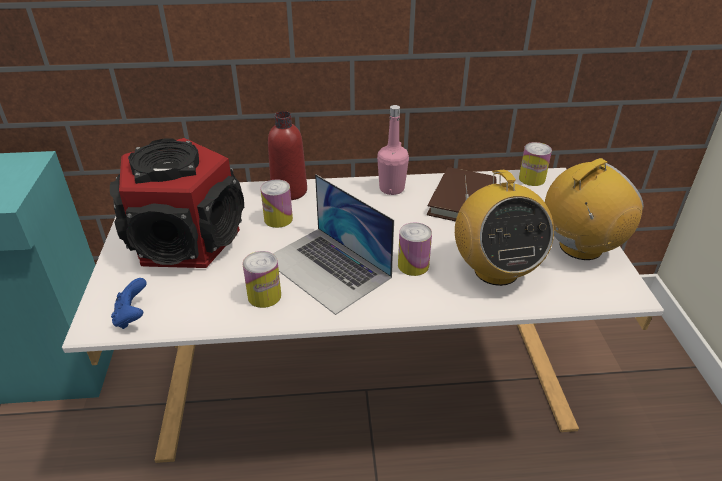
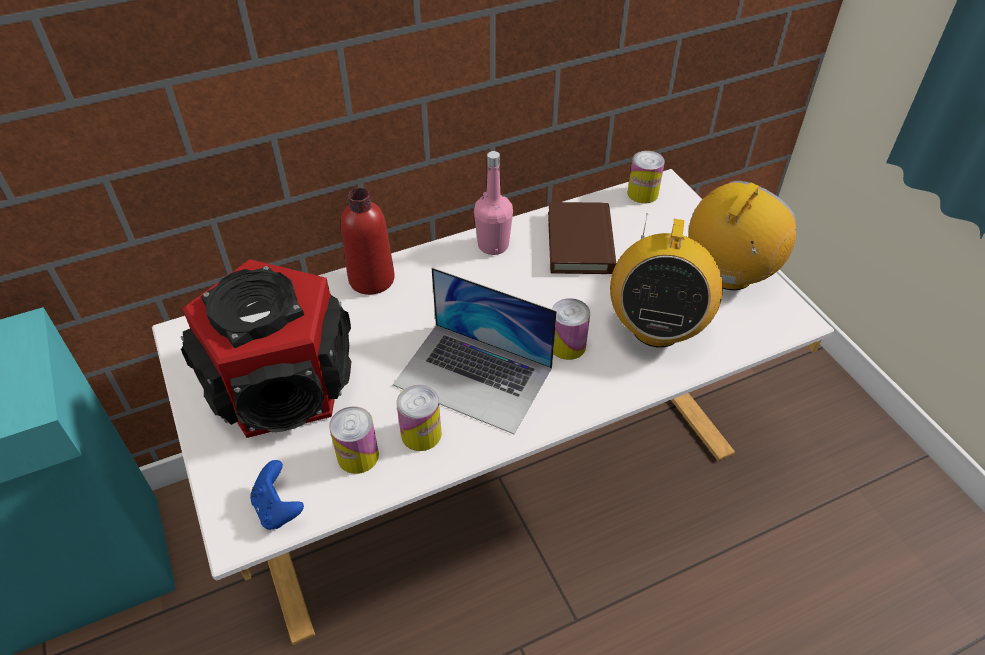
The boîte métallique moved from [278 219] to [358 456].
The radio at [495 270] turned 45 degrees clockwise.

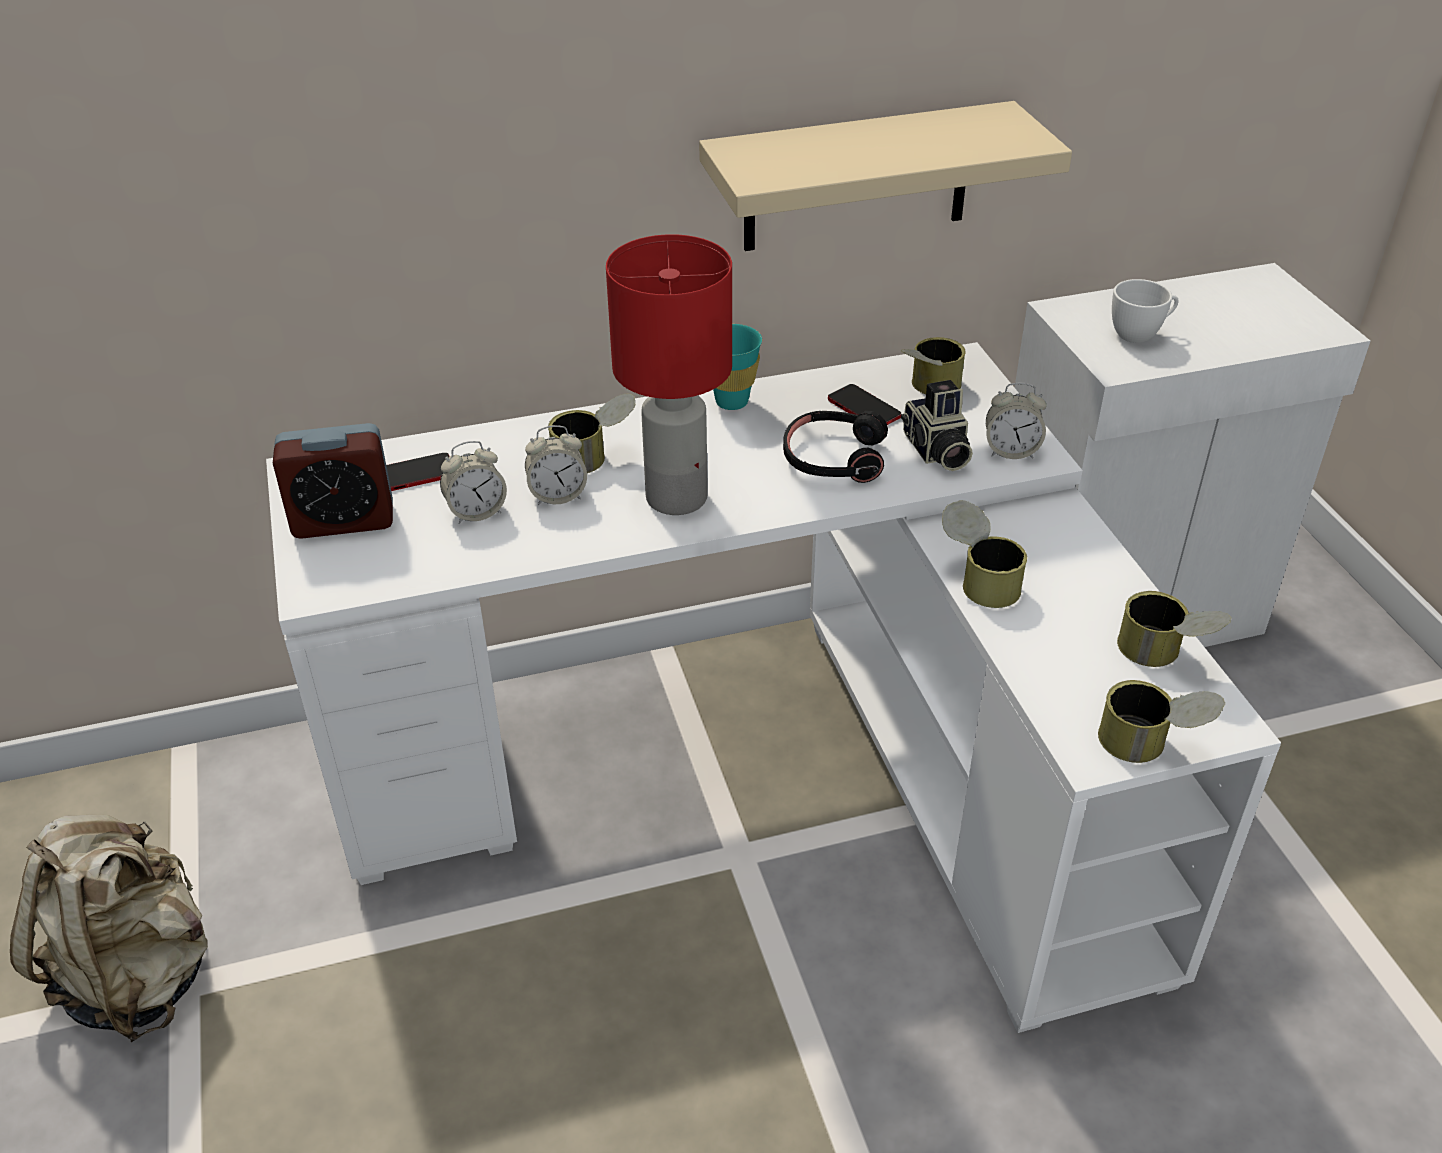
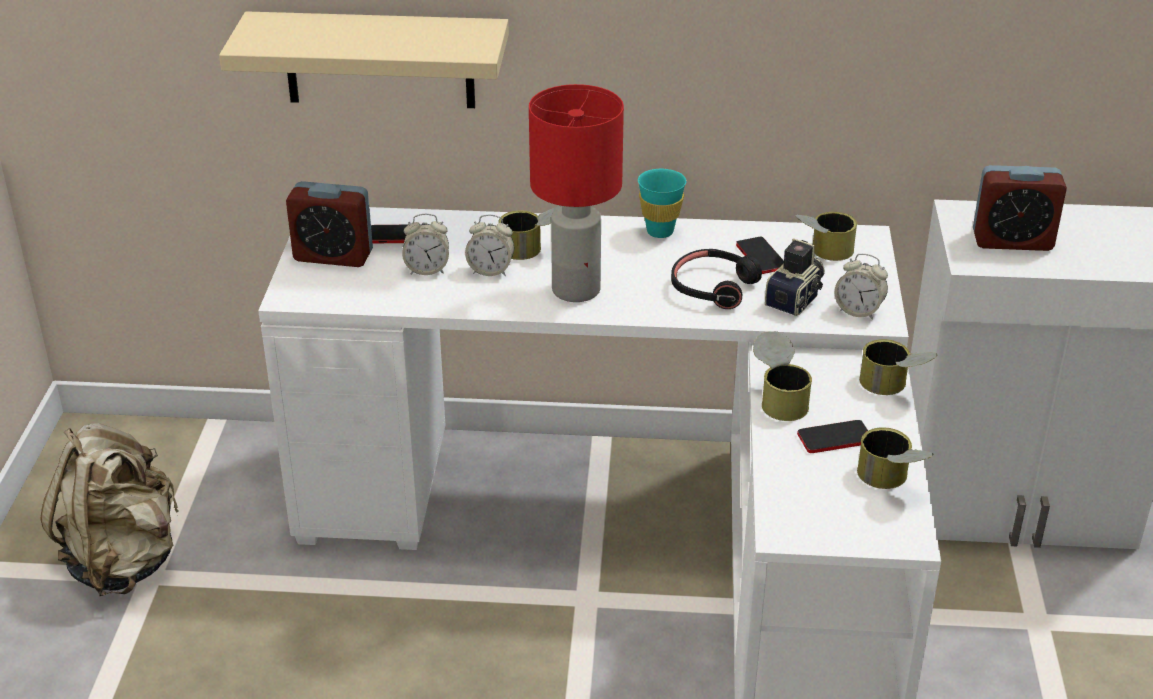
The étagère [beige] moved from [857 178] to [379 60].
The appareil photo at [935 451] turned 150 degrees counterclockwise.
The téléphone at [834 438] appeared.
The boîte métallique moved from [1151 745] to [894 388].
The tasse [blanc] at [1140 334] was replaced by the réveil at [1012 241].

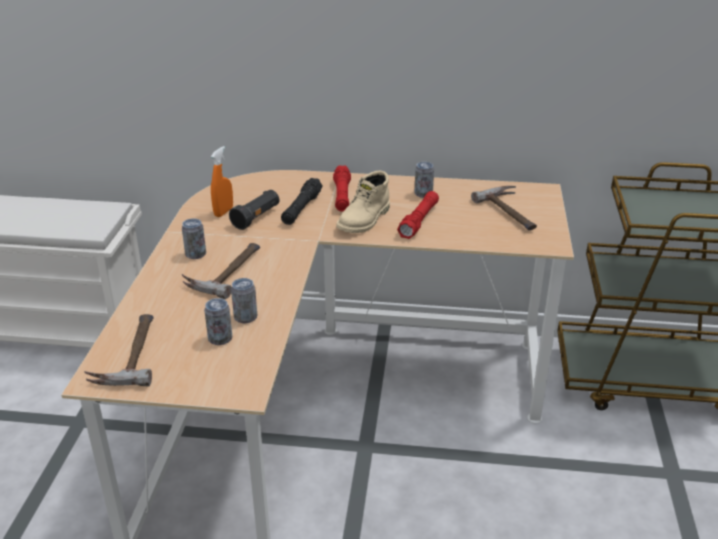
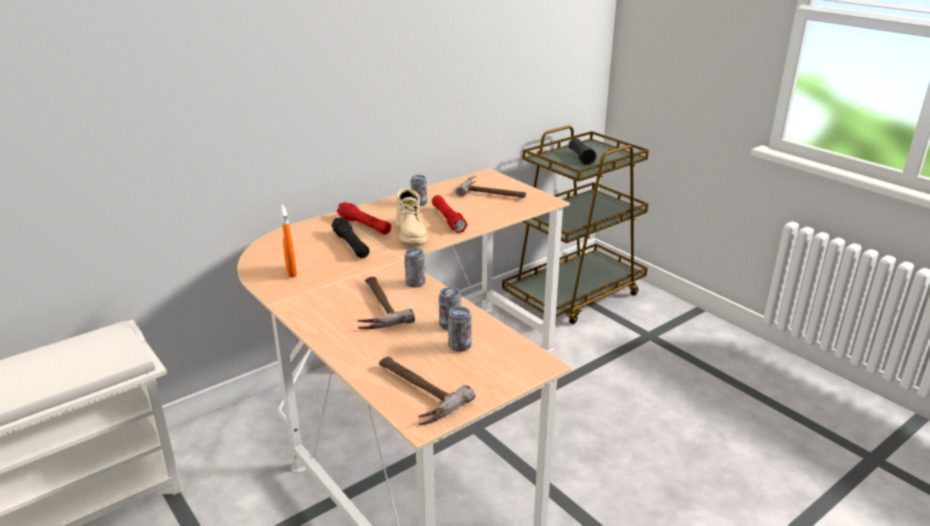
The boîte métallique moved from [195 254] to [415 283].
The lampe de poche [noir] moved from [256 218] to [580 158].

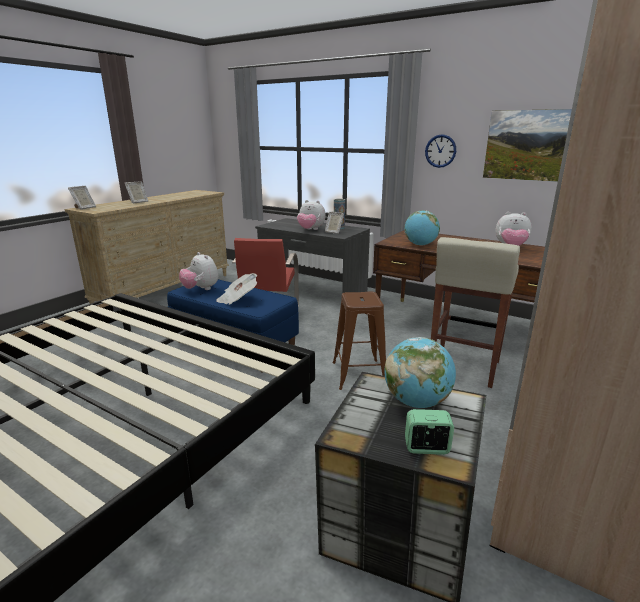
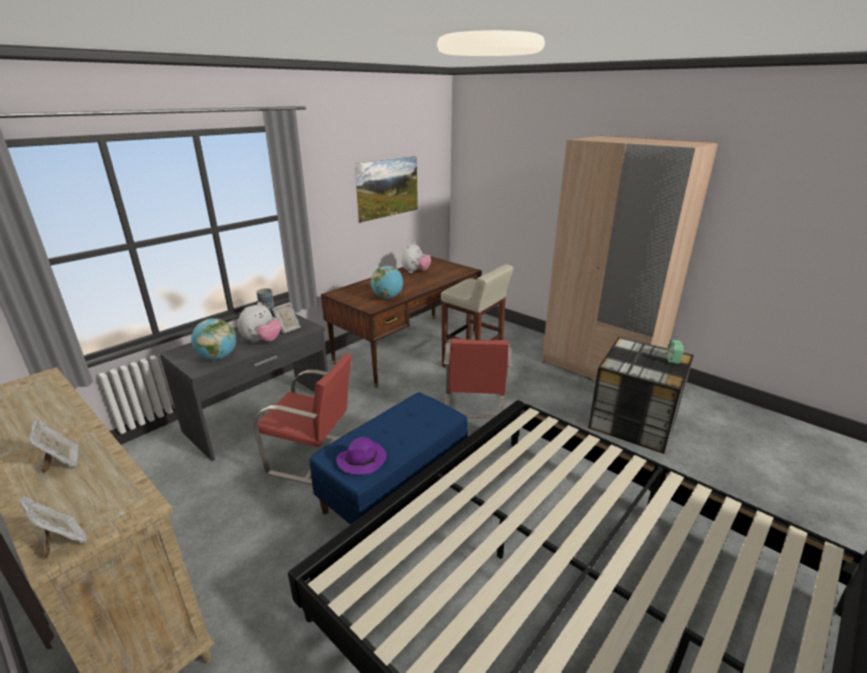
The globe moved from [416 402] to [218 357].
The peluche at [201 289] was replaced by the chapeau [violet] at [362 460].
The tabouret [marron] at [359 374] was replaced by the chaise [rouge] at [474 411].
The journal at [237 299] disappeared.
The horloge murale at [440 151] disappeared.

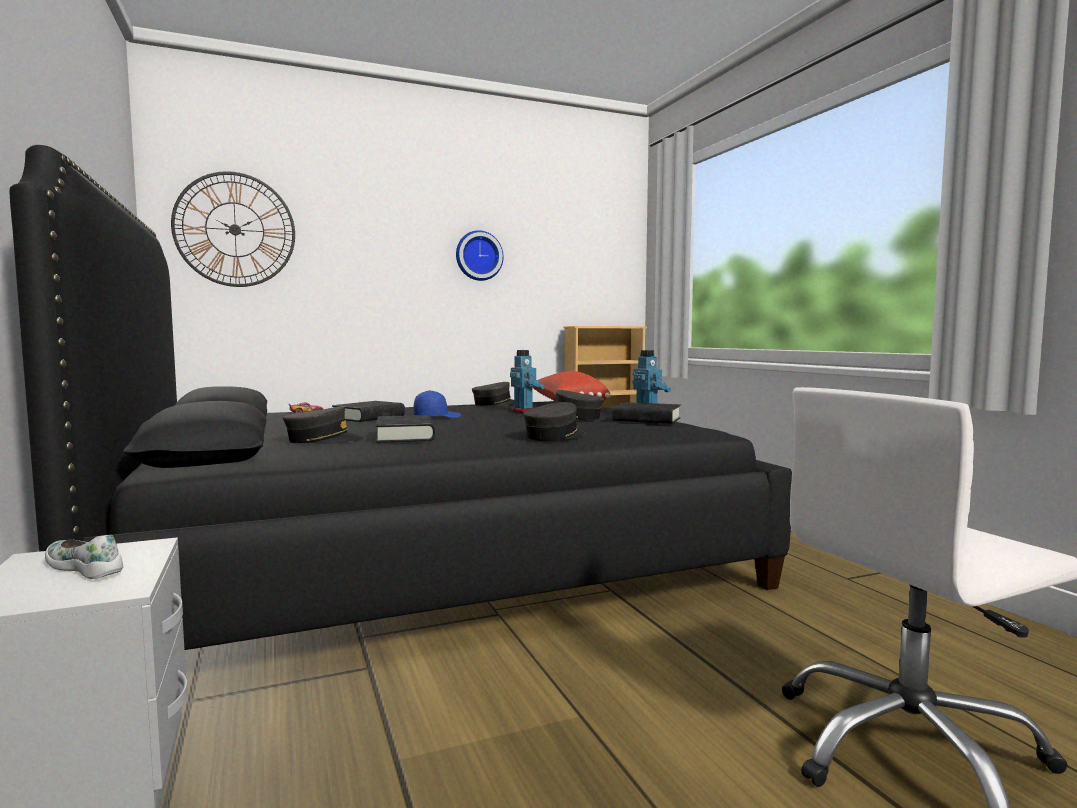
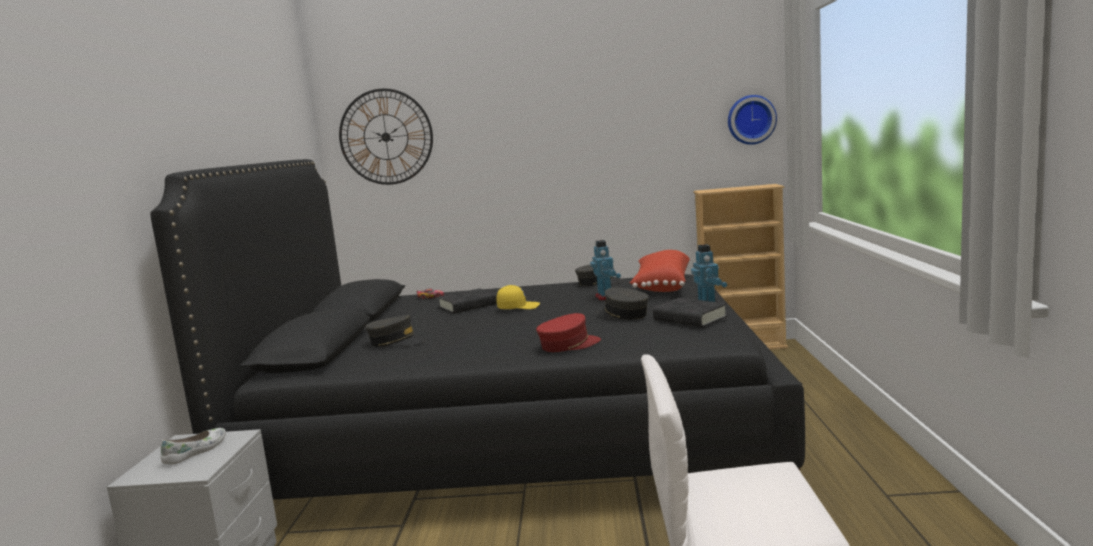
The chaussure [blanc] at [85 567] turned 60 degrees clockwise.
The casquette [bleu] at [437 417] became the casquette [jaune] at [518 307].
The casquette [gris] at [554 436] became the casquette [rouge] at [568 345].
The horloge murale moved from [478 256] to [751 119].
The livre [noir] at [405 436] disappeared.

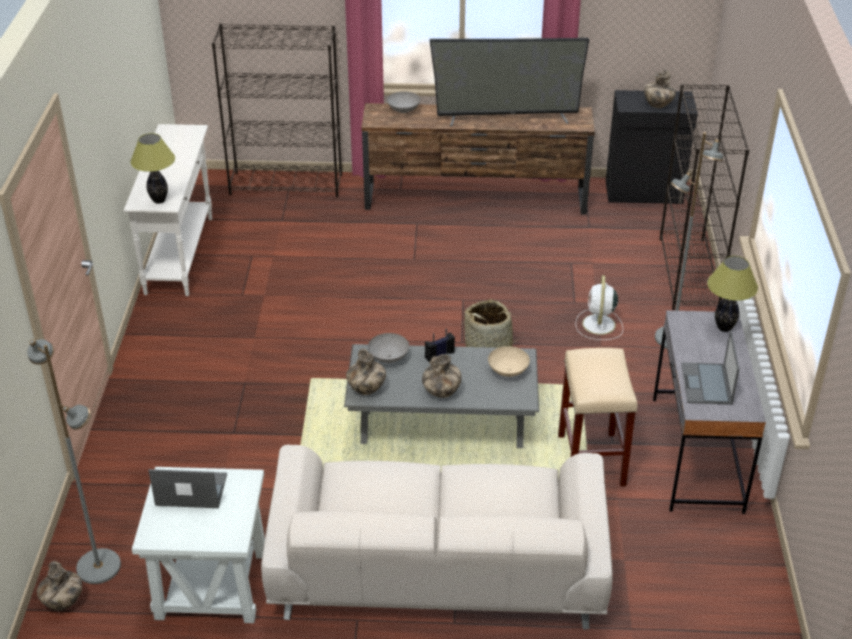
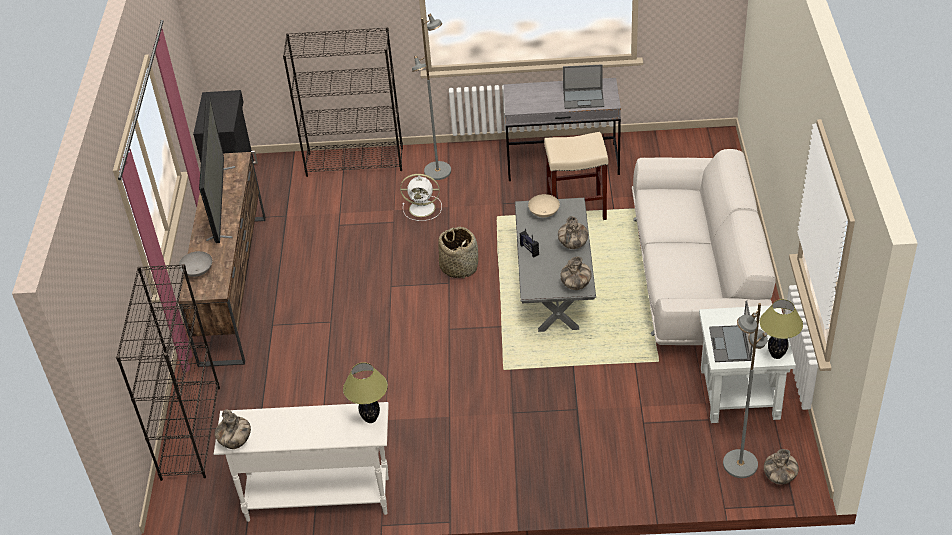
The vase moved from [657 105] to [235 442].
The lampe de table moved from [724 328] to [776 355].
The bol [gris] at [389 357] disappeared.

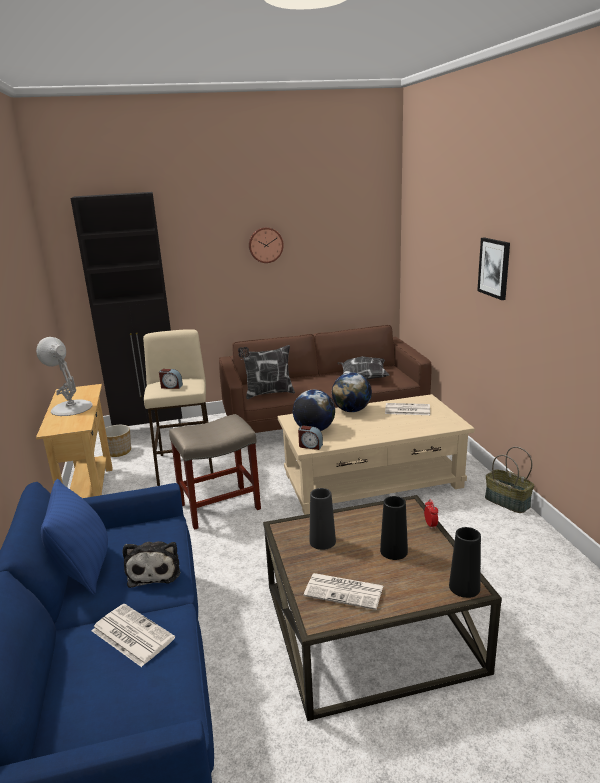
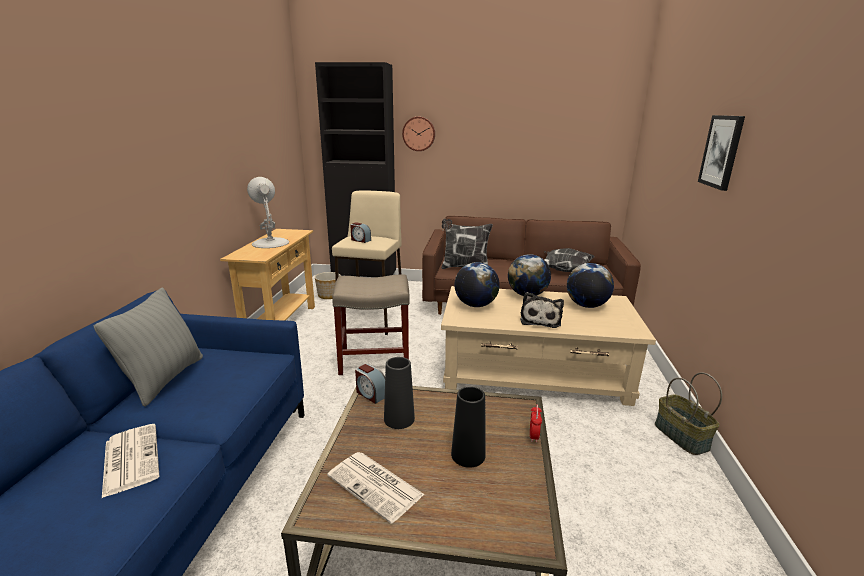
The coussin [bleu] at [84 568] became the coussin [gris] at [164 379].
The réveil moved from [310 446] to [371 394].
The horloge murale moved from [265 245] to [419 133].
The peluche moved from [155 570] to [540 320].
The journal at [406 410] was replaced by the globe at [586 305].
The vase [noir] at [464 587] disappeared.

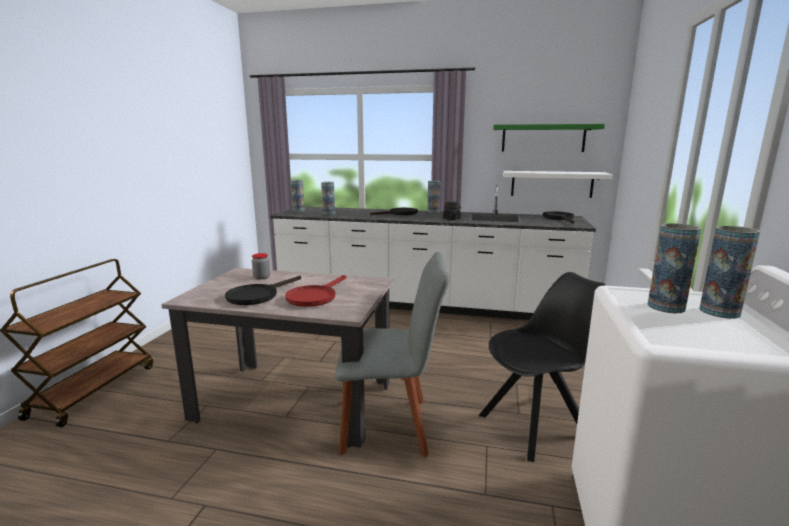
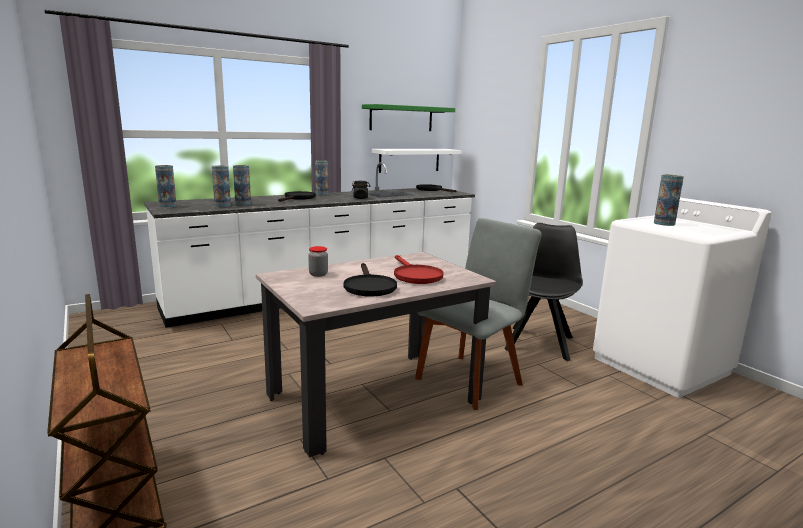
The vase moved from [719 312] to [243 204].

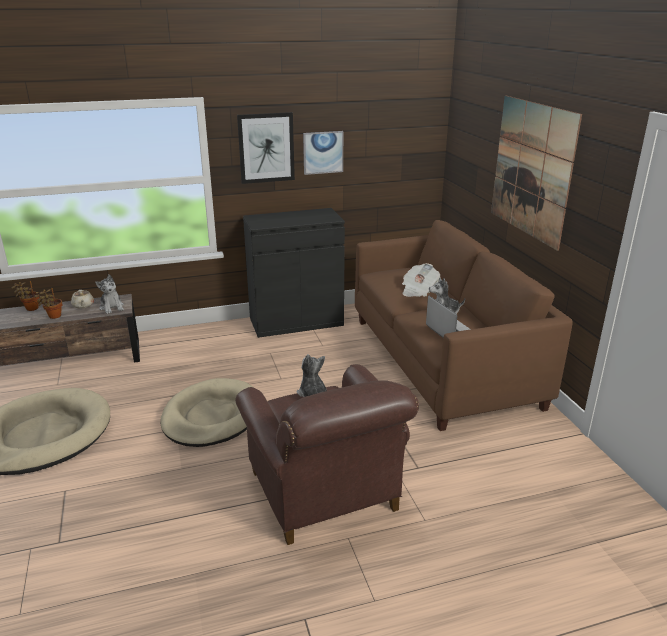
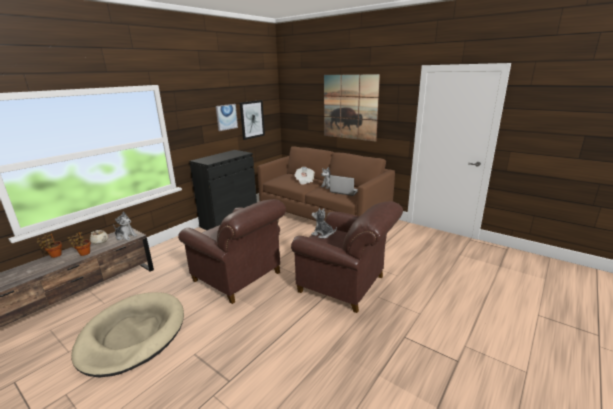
The panier pour chien [beige] at [211 416] was replaced by the fauteuil [marron] at [240 278].
The tableau moved from [266 148] to [252 119].

